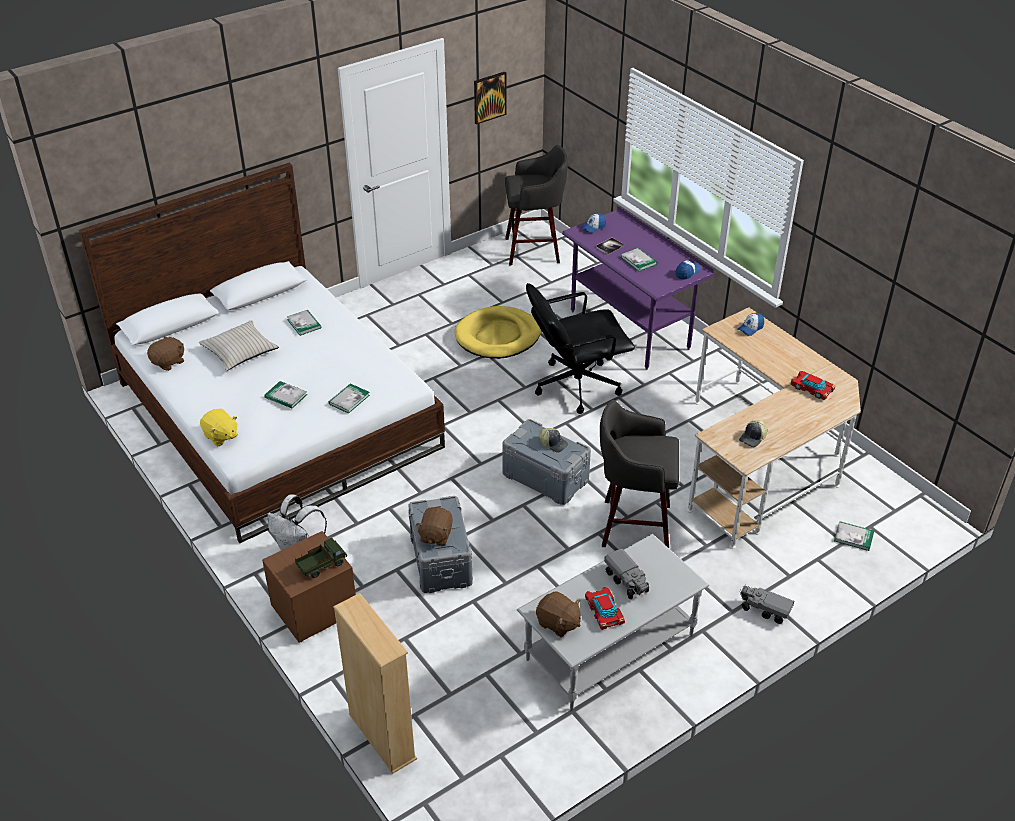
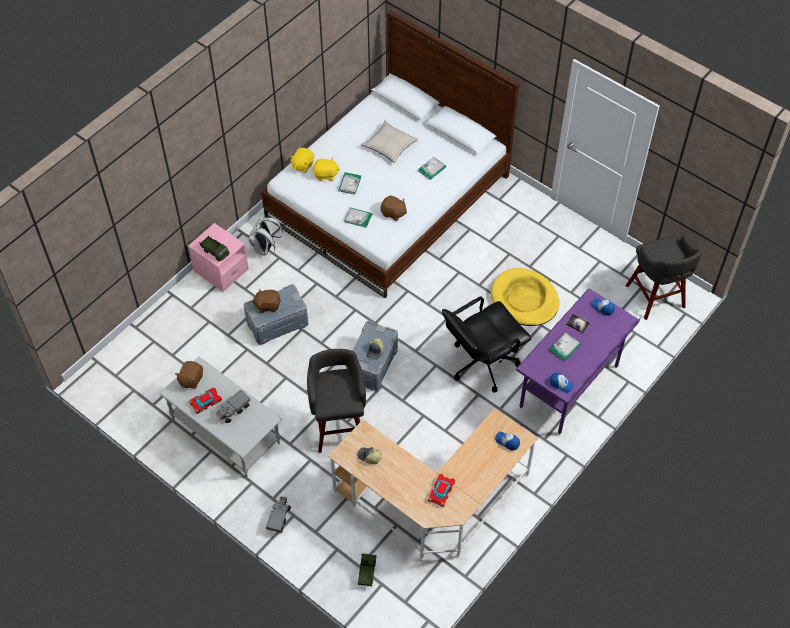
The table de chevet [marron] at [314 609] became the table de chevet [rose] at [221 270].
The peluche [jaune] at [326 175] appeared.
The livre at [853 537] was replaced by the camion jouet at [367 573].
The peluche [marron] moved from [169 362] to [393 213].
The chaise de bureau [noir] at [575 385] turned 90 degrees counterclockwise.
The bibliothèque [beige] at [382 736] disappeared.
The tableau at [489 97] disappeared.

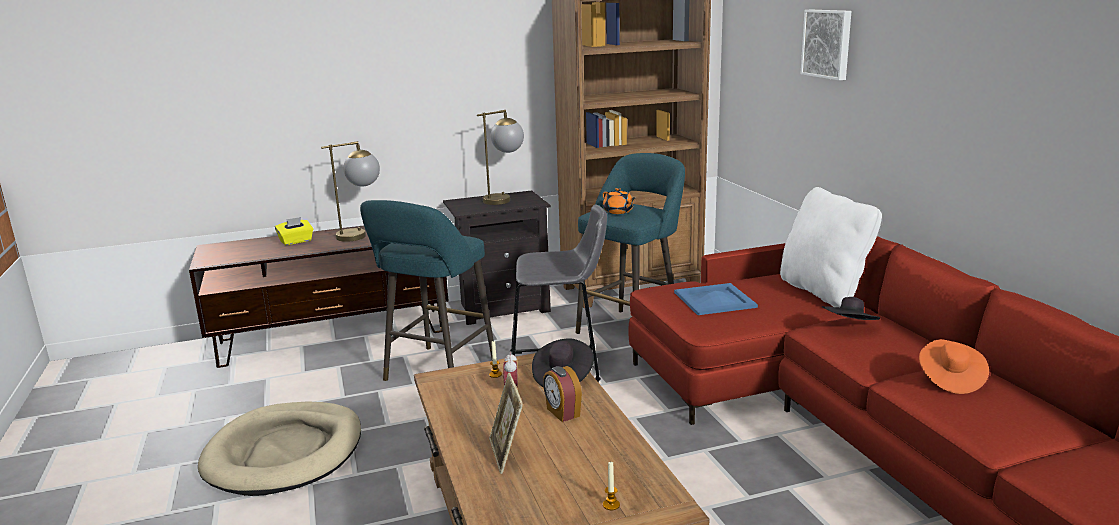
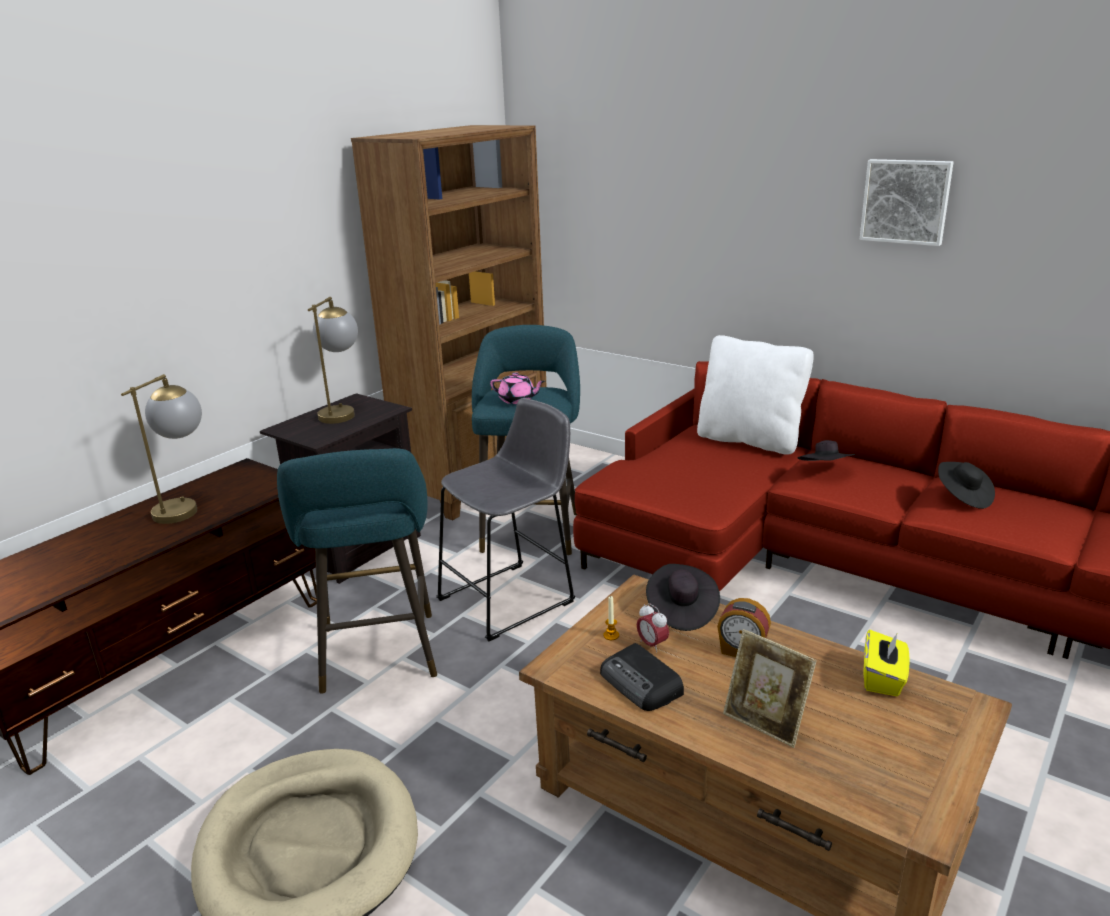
The théière [orange] at [618 211] became the théière [rose] at [517 400].
The radio at [642 684] appeared.
The tableau moved from [828 43] to [906 201].
The boîte à mouchoirs [jaune] moved from [296 241] to [883 679].
The chapeau [orange] at [950 380] became the chapeau [noir] at [963 497].
The bougie at [611 505] disappeared.
The plateau [bleu] at [715 300] disappeared.

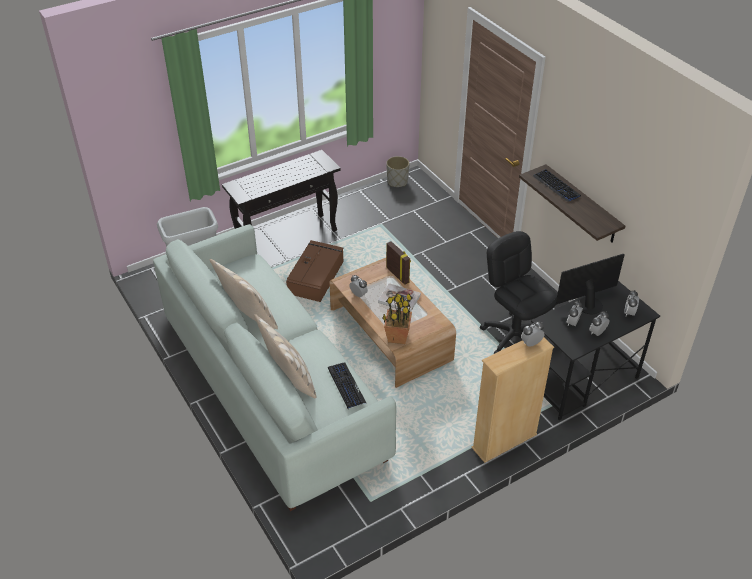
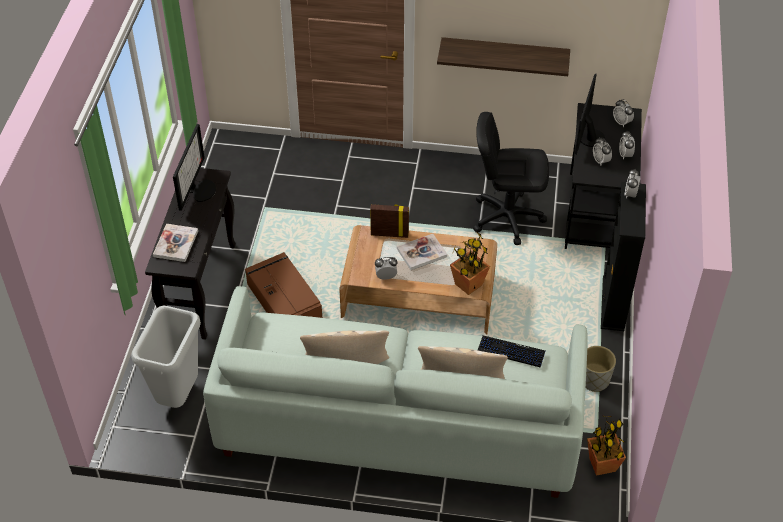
The livre at [176 244] appeared.
The écran d'ordinateur at [200 190] appeared.
The cache-pot [gris] moved from [397 182] to [594 380].
The plante en pot at [602 465] appeared.
The bibliothèque [beige] at [504 441] became the bibliothèque [noir] at [613 303].
The clavier at [556 186] disappeared.

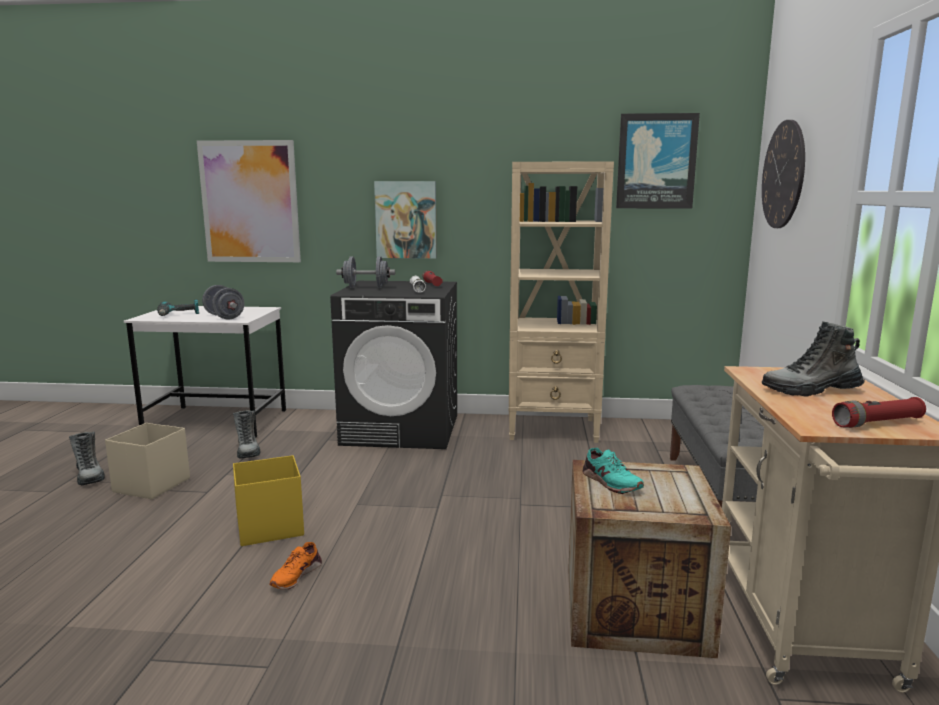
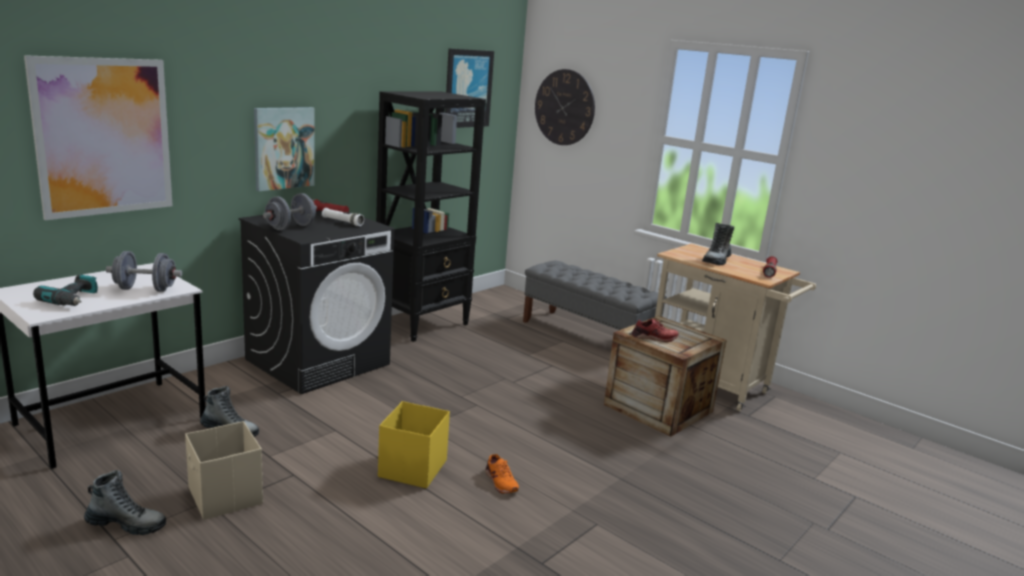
The bibliothèque [beige] at [553 429] became the bibliothèque [noir] at [423 324].
The chaussure [turquoise] at [610 482] became the chaussure [rouge] at [654 337].

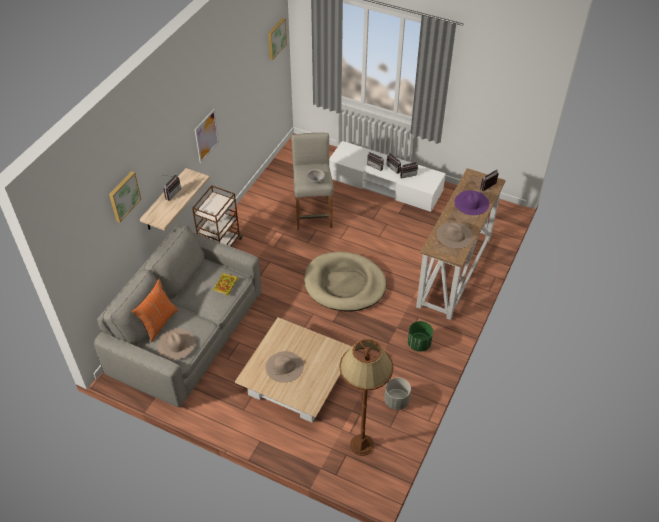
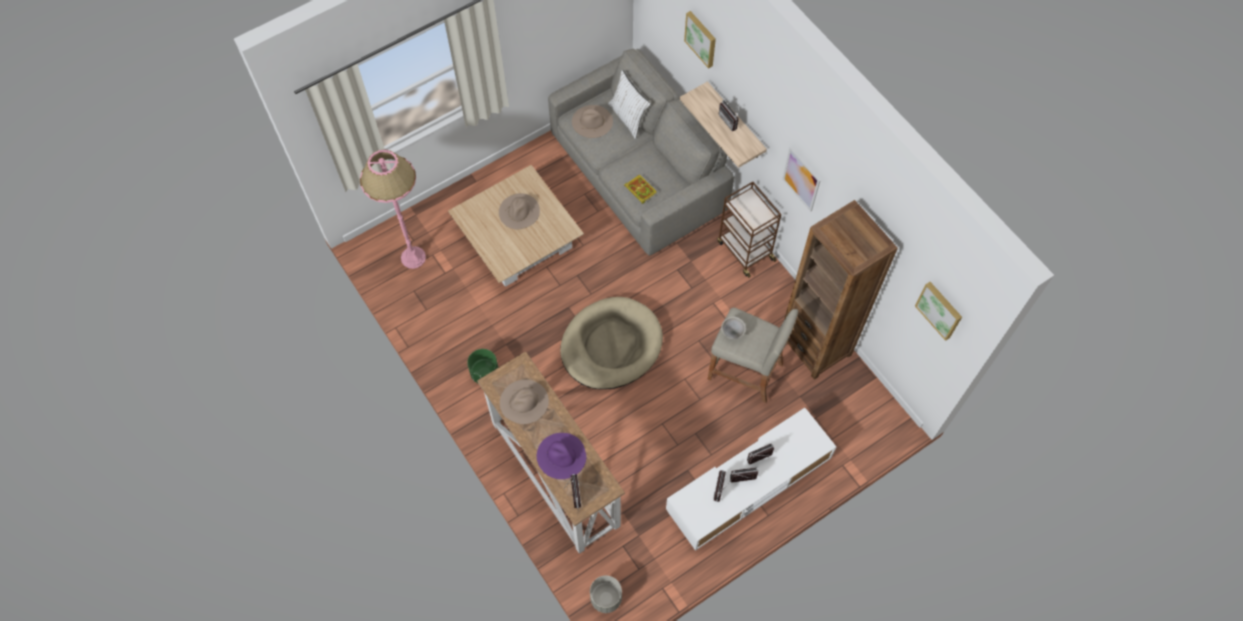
The lampadaire [marron] at [361 445] became the lampadaire [rose] at [413 257].
The cache-pot [gris] moved from [396 401] to [606 598].
The coussin [orange] at [158 323] became the coussin [blanc] at [628 117].
The bibliothèque [marron] at [815 345] appeared.

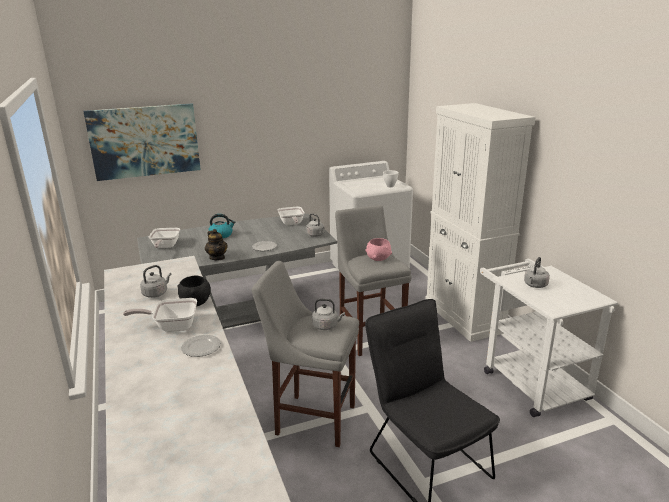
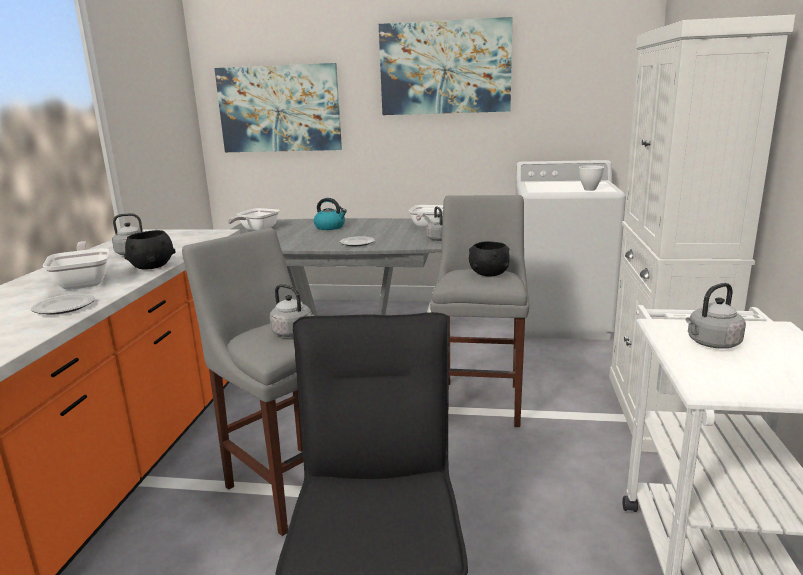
The poêle at [172 326] turned 45 degrees clockwise.
The tableau at [445 68] appeared.
The bol [rose] at [378 258] became the bol [noir] at [488 273].
The théière at [217 257] disappeared.

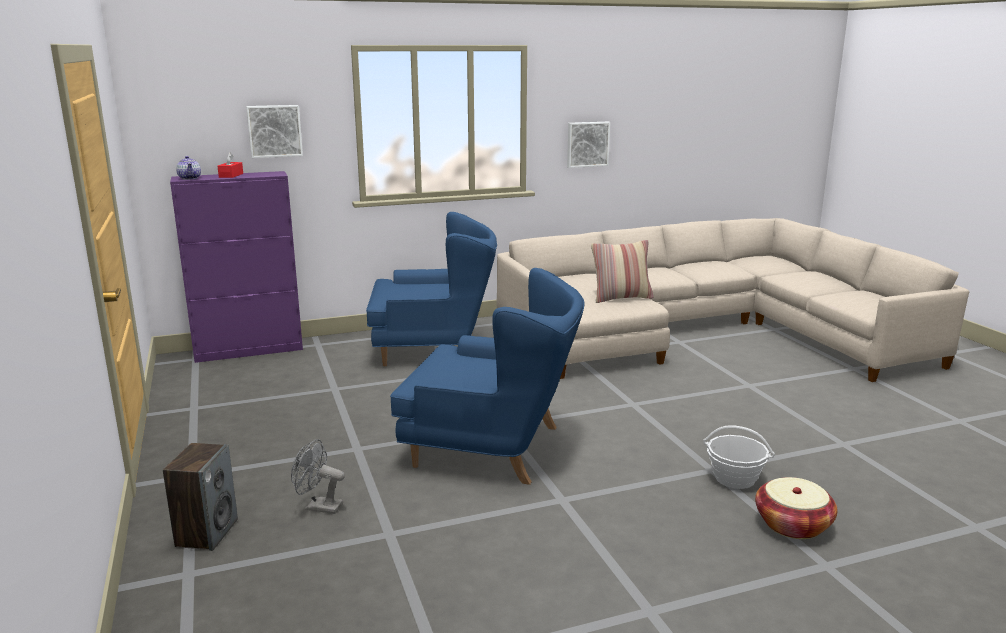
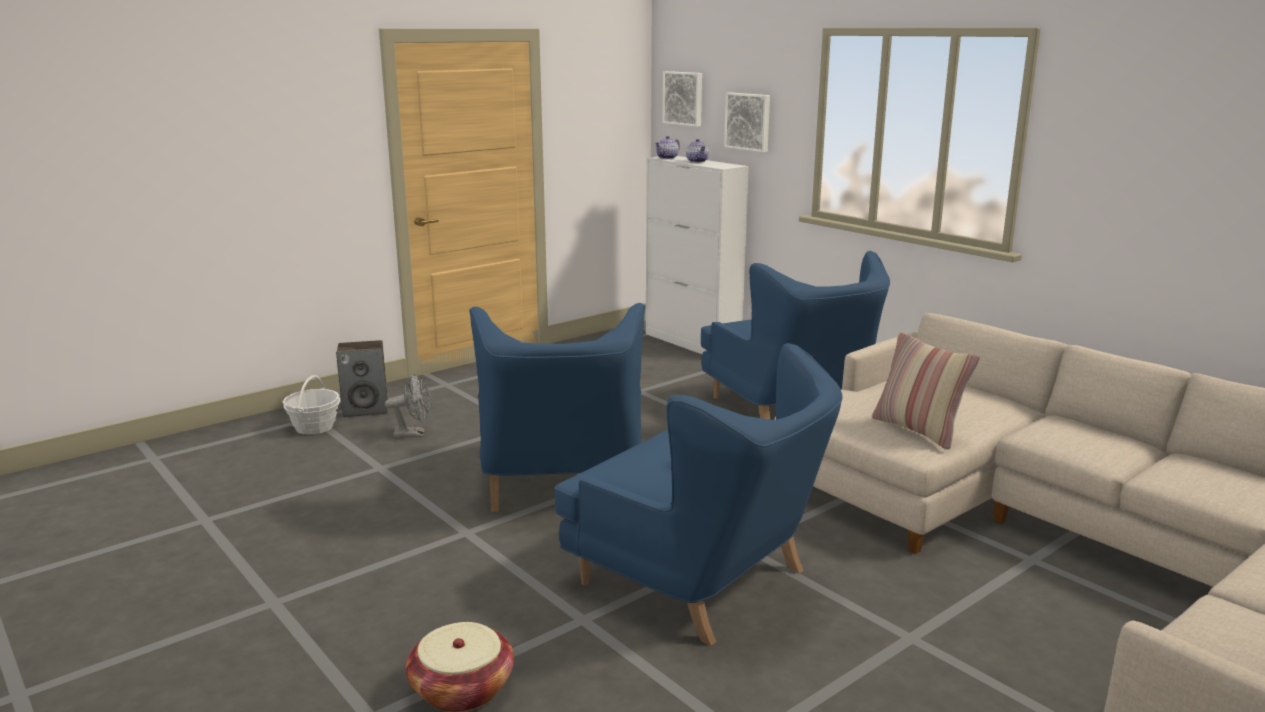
The panier moved from [734 478] to [314 427].
The ventilateur [gris] at [318 507] turned 90 degrees clockwise.
The fauteuil [bleu] at [698 579] appeared.
The meuble de rangement [violet] at [249 350] became the meuble de rangement [blanc] at [692 343].
The tableau moved from [587 144] to [684 98].
The boîte à mouchoirs [rouge] at [231 175] was replaced by the théière at [697 161].

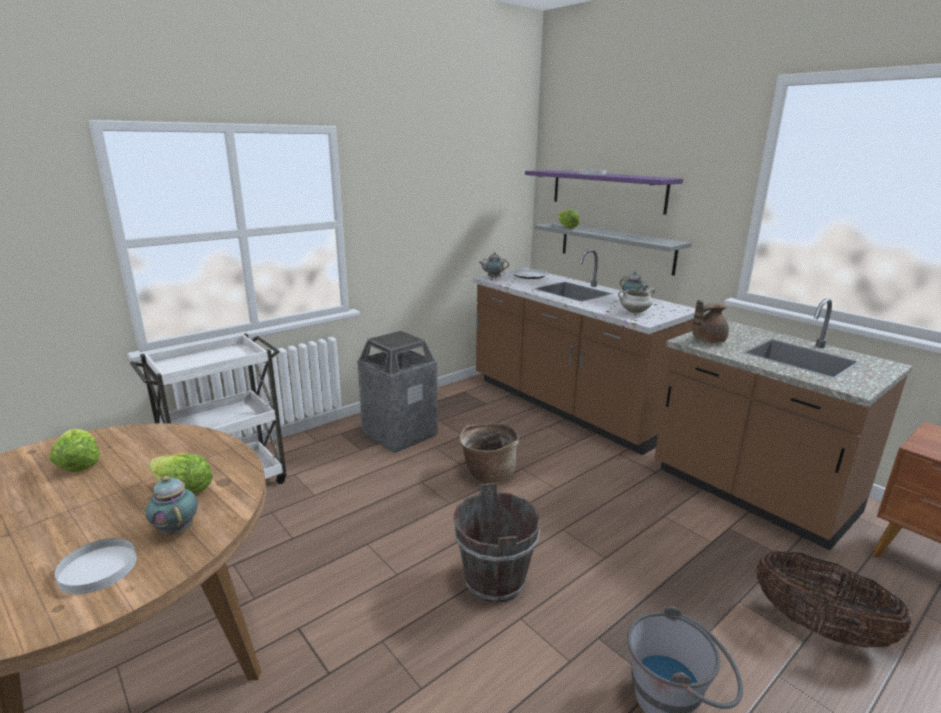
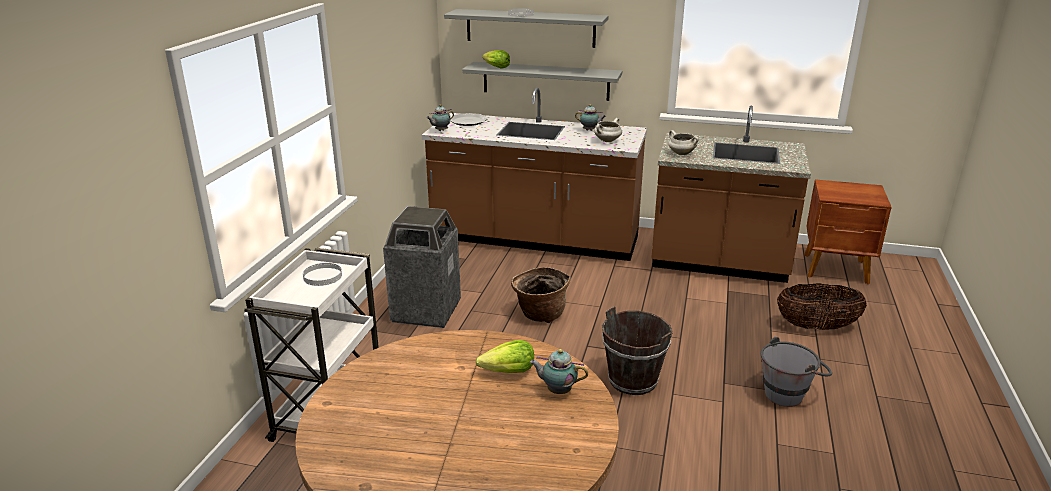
The assiette [blanc] moved from [98 568] to [322 276].
The étagère [violet] at [607 190] became the étagère [gris] at [530 28].
The théière [marron] at [707 340] was replaced by the marmite [blanc] at [681 154].
The laitue at [78 463] disappeared.

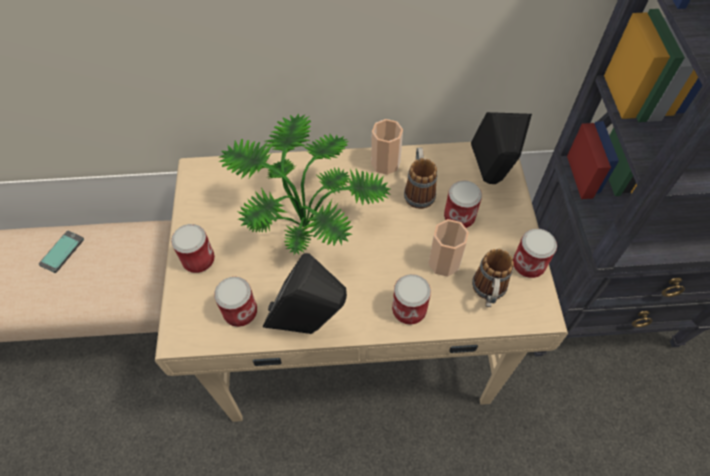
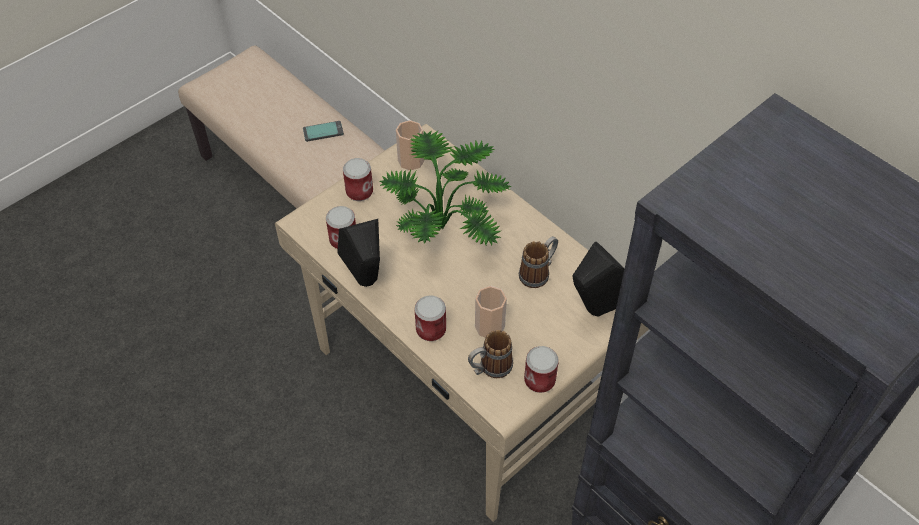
The tasse moved from [385 163] to [411 160].
The boîte métallique at [459 217] disappeared.

